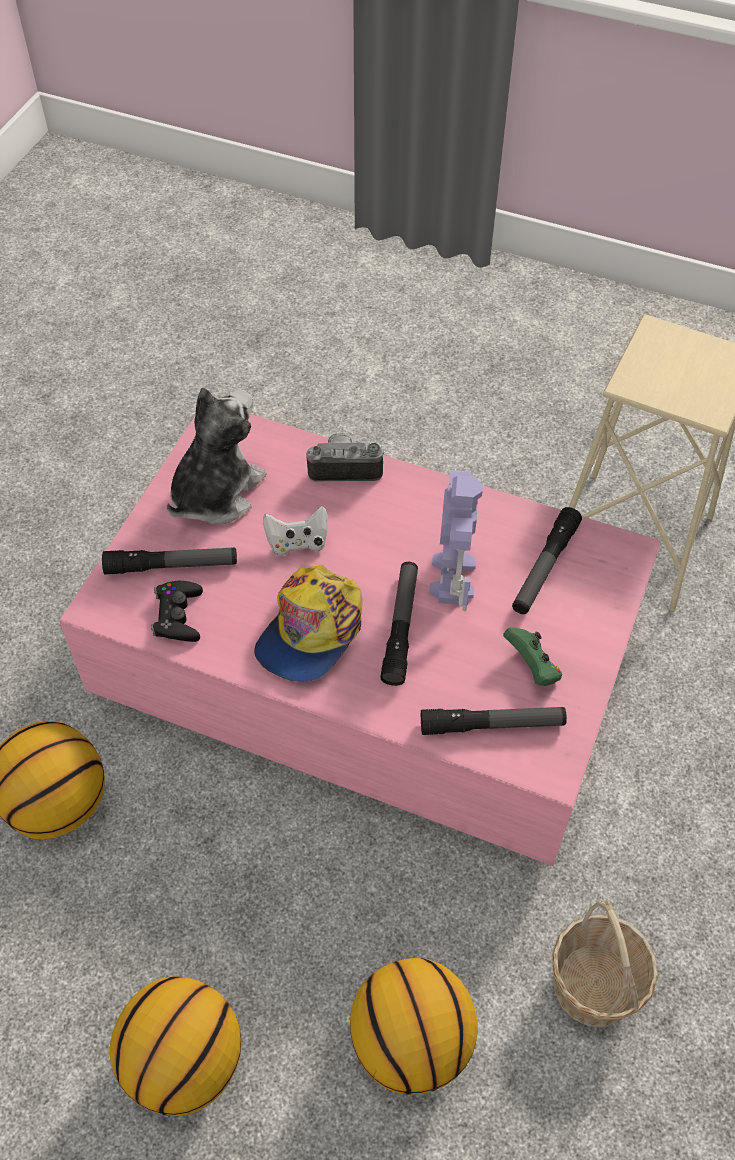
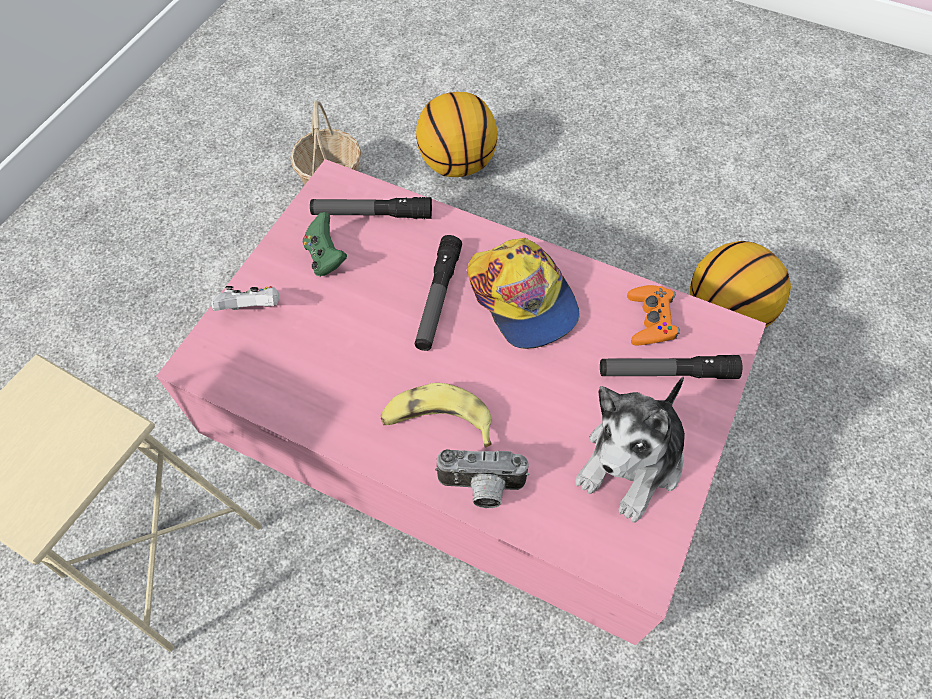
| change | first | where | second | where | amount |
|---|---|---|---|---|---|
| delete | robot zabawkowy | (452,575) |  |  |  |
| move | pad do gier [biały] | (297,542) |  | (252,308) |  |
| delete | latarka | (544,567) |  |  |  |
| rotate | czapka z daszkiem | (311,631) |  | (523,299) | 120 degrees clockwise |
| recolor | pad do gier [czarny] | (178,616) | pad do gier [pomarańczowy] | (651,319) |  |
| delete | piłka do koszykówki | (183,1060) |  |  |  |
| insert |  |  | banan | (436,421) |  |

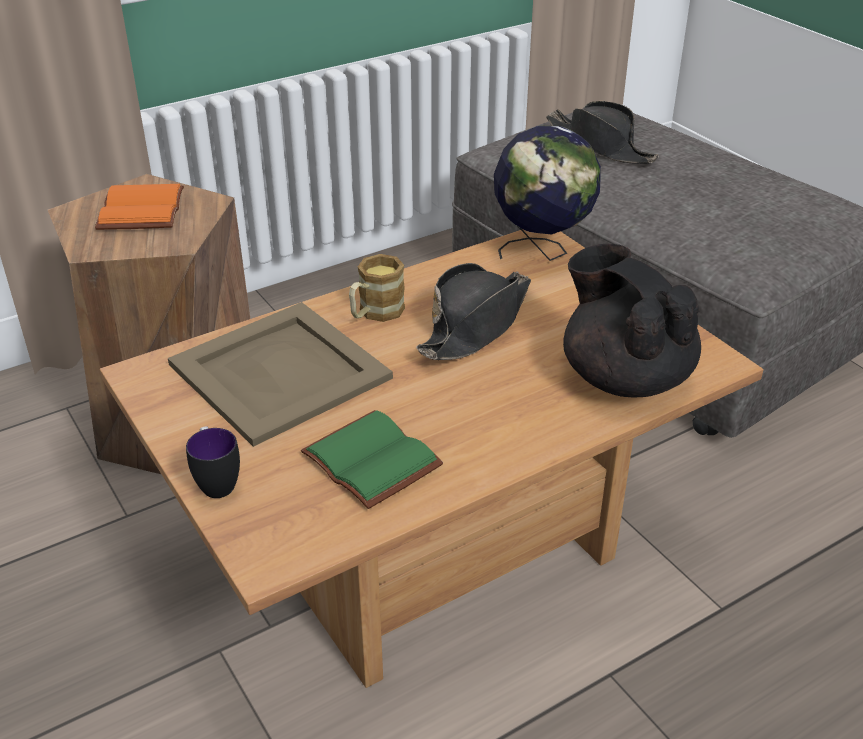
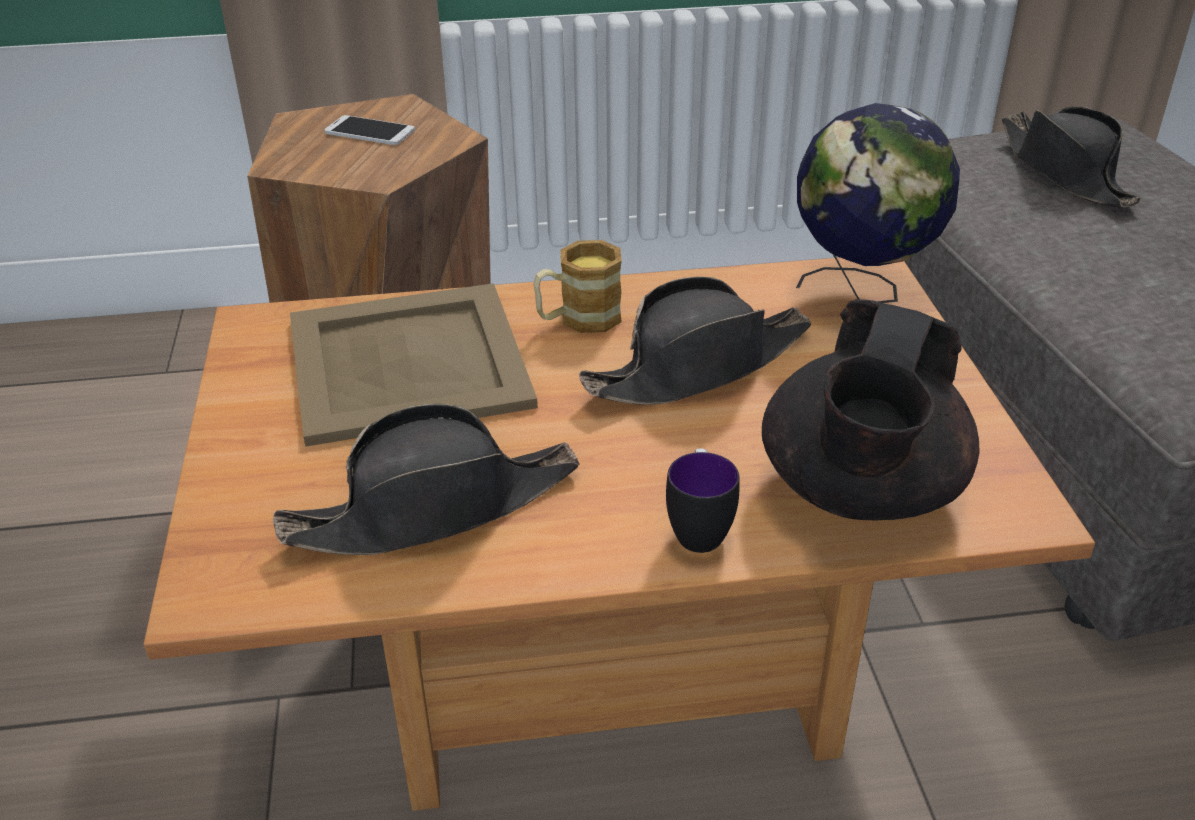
| change | first | where | second | where | amount |
|---|---|---|---|---|---|
| replace | książka [pomarańczowy] | (139,209) | telefon | (370,131) |  |
| rotate | imbryk [czarny] | (624,377) |  | (860,493) | 150 degrees counterclockwise |
| replace | książka [zielony] | (375,460) | kapelusz [czarny] | (435,508) |  |
| move | kubek | (216,481) |  | (699,528) |  |

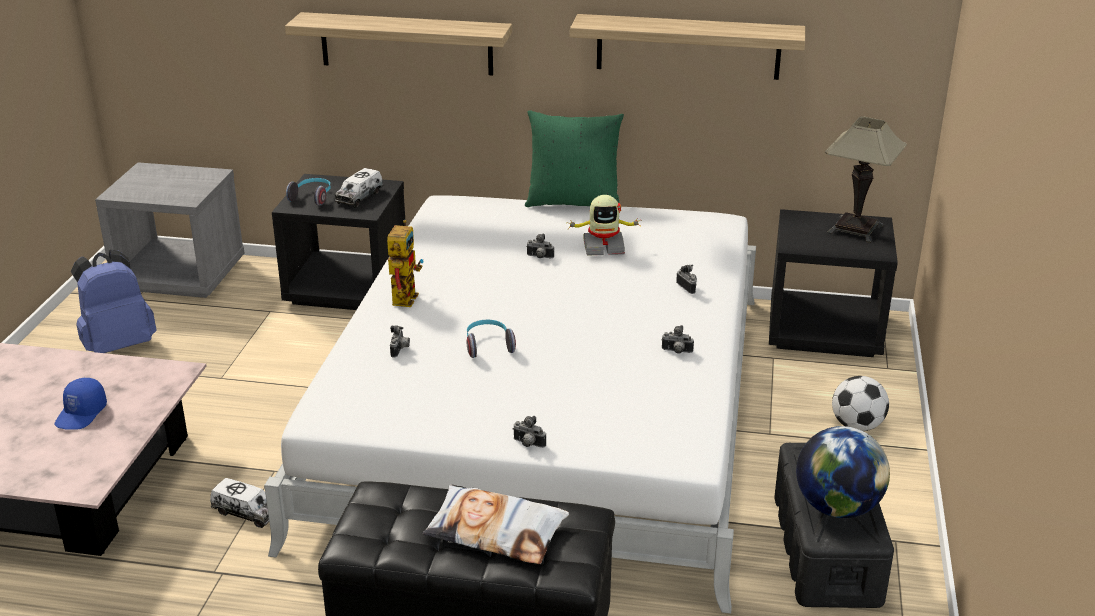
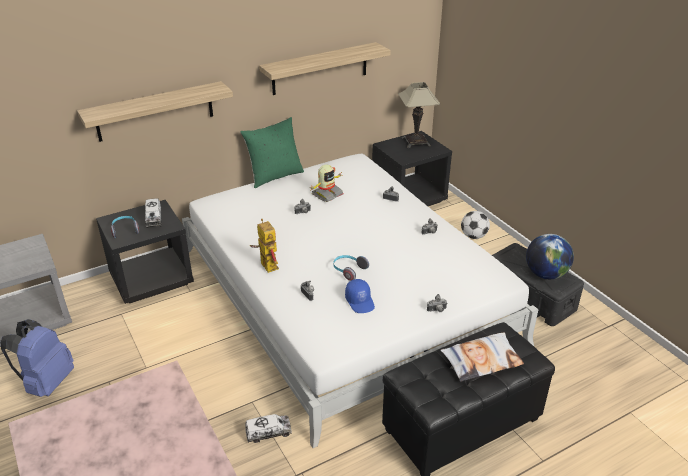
| change | first | where | second | where | amount |
|---|---|---|---|---|---|
| move | czapka z daszkiem [niebieski] | (82,414) |  | (360,301) |  |

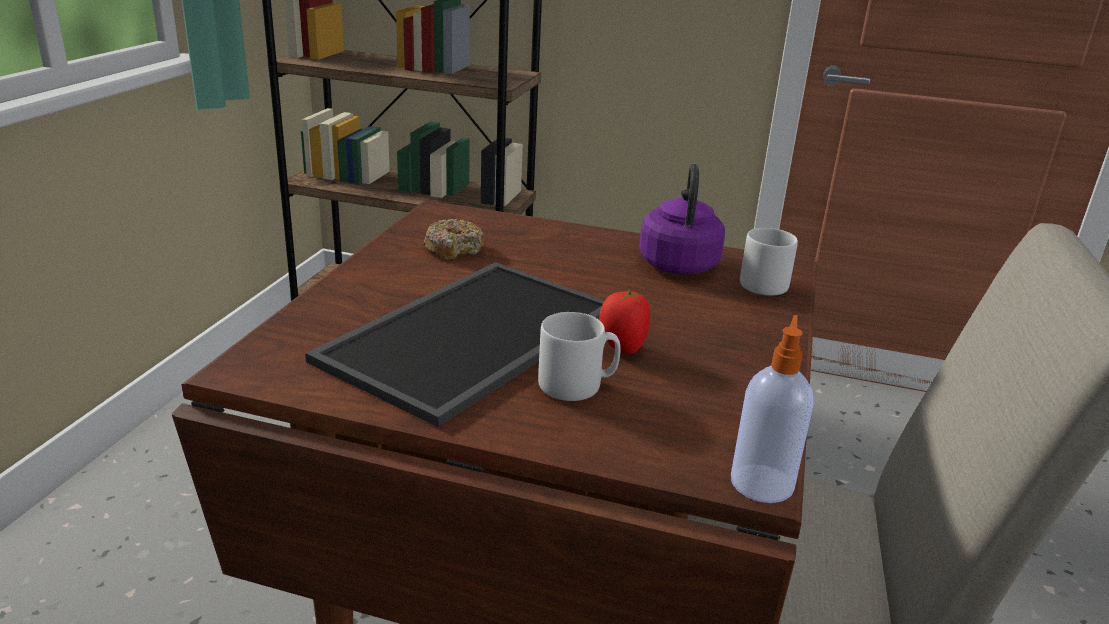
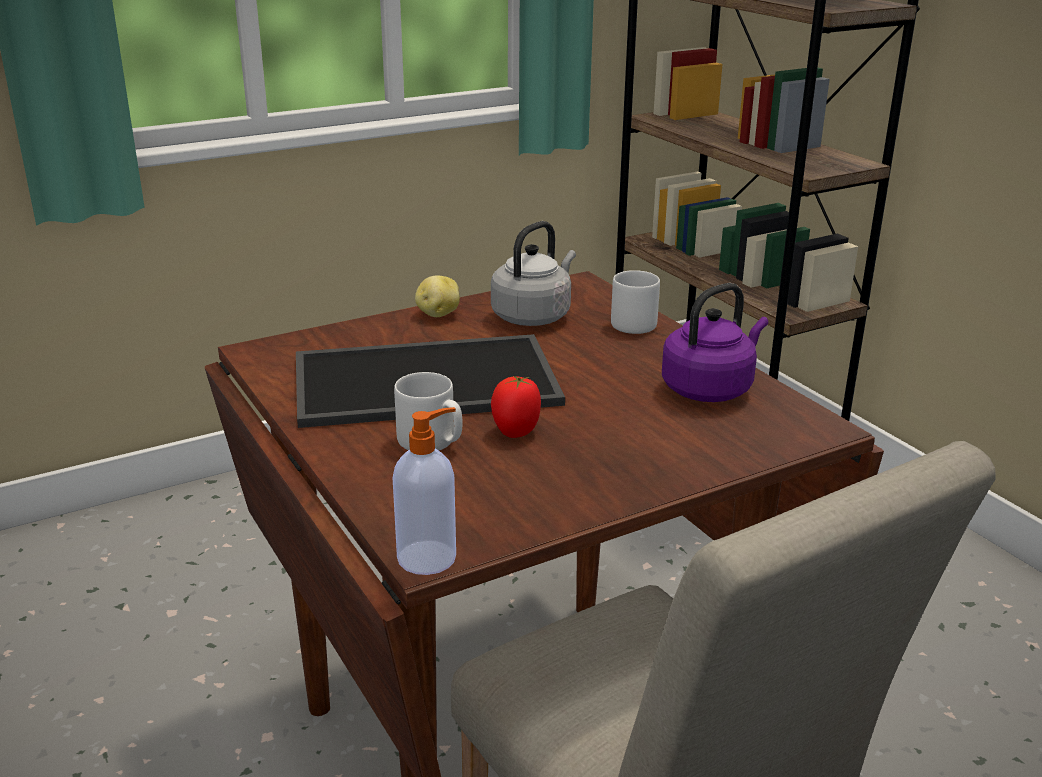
| change | first | where | second | where | amount |
|---|---|---|---|---|---|
| replace | donut | (454,248) | czajnik [szary] | (533,316) |  |
| move | kubek [szary] | (760,283) |  | (636,323) |  |
| insert |  |  | ziemniak | (437,314) |  |

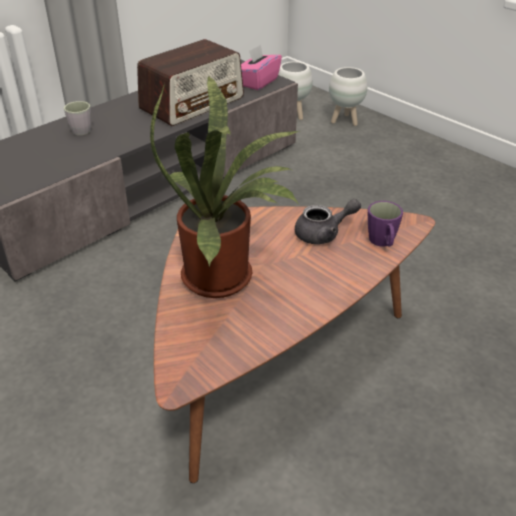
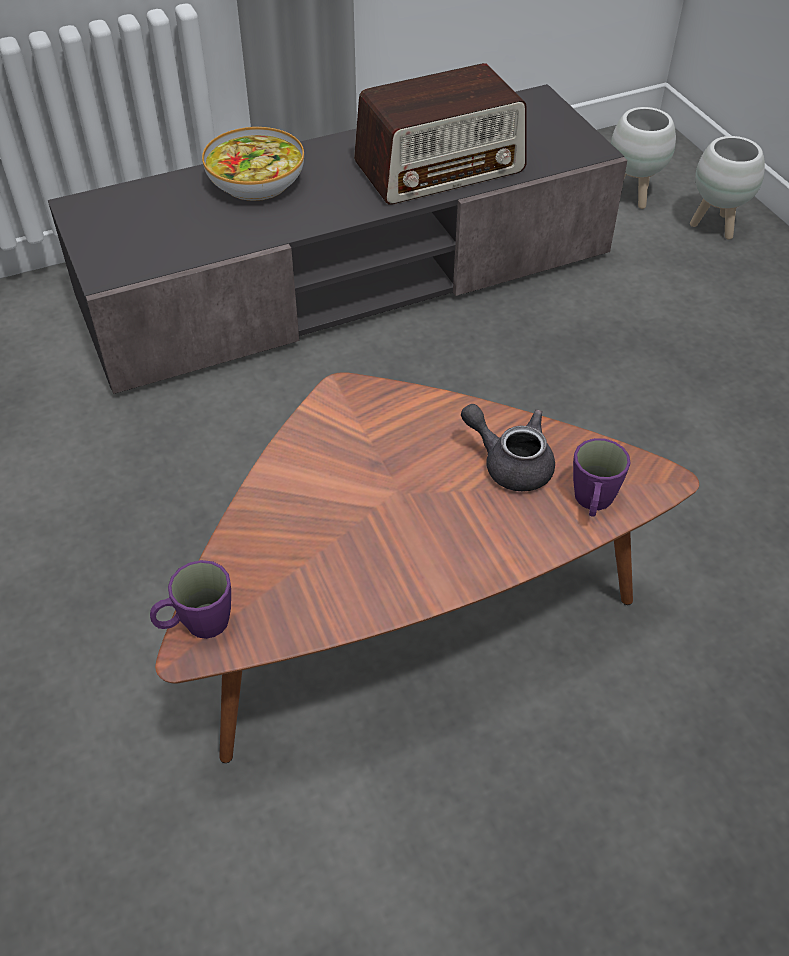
| change | first | where | second | where | amount |
|---|---|---|---|---|---|
| delete | pudełko chusteczek [różowy] | (258,82) |  |  |  |
| delete | roślina doniczkowa | (225,278) |  |  |  |
| replace | kubek [szary] | (79,129) | miska | (255,181) |  |
| rotate | imbryk [szary] | (323,234) |  | (510,463) | 150 degrees counterclockwise |
| insert |  |  | kubek [fioletowy] | (196,624) |  |

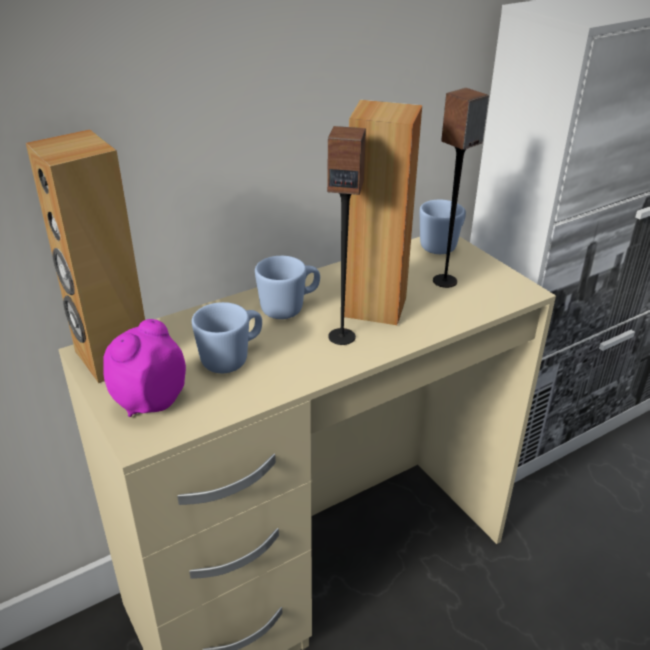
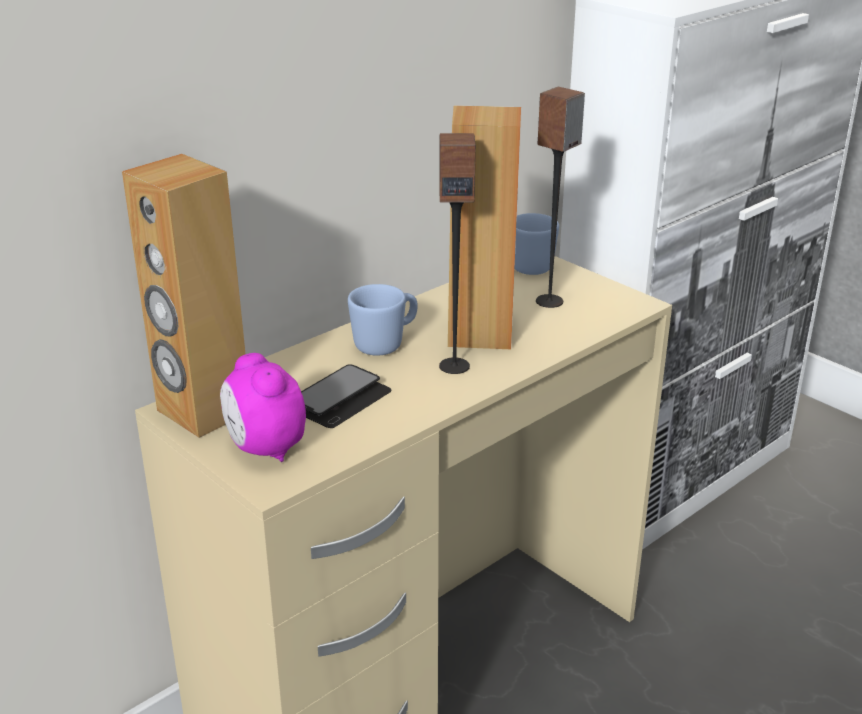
| change | first | where | second | where | amount |
|---|---|---|---|---|---|
| replace | kubek [niebieski] | (232,358) | telefon | (340,399) |  |
| rotate | budzik | (149,401) |  | (265,448) | 60 degrees counterclockwise |

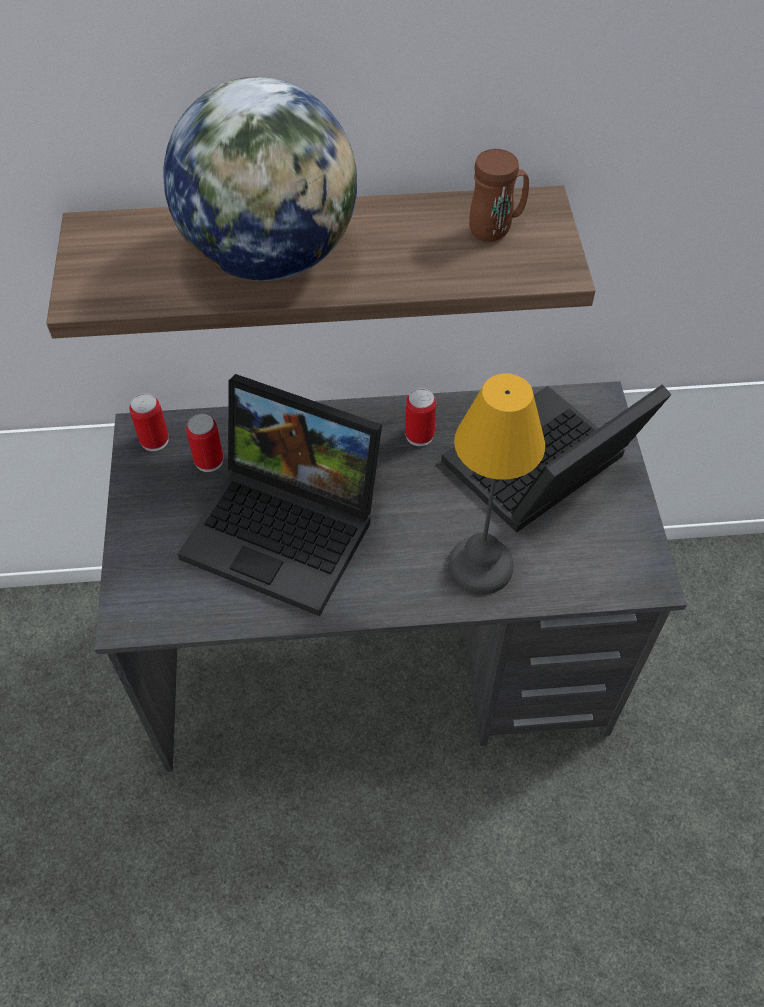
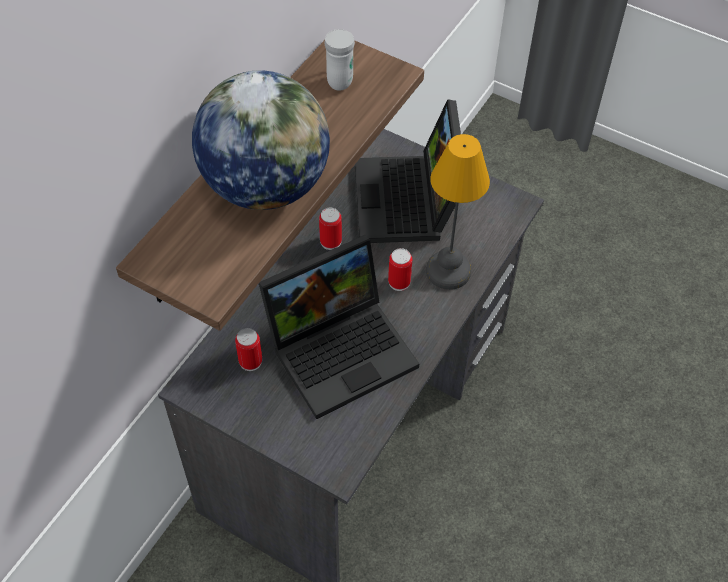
| change | first | where | second | where | amount |
|---|---|---|---|---|---|
| recolor | kubek [brązowy] | (496,229) | kubek [biały] | (341,78) |  |
| move | puszka | (154,440) |  | (399,282) |  |

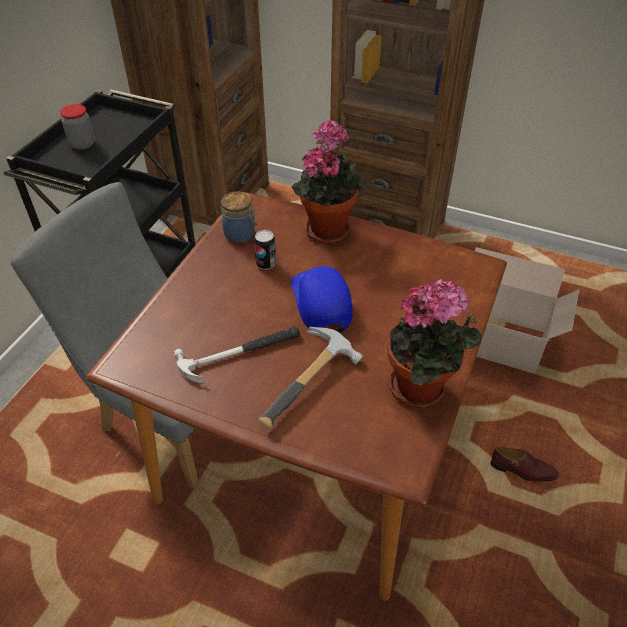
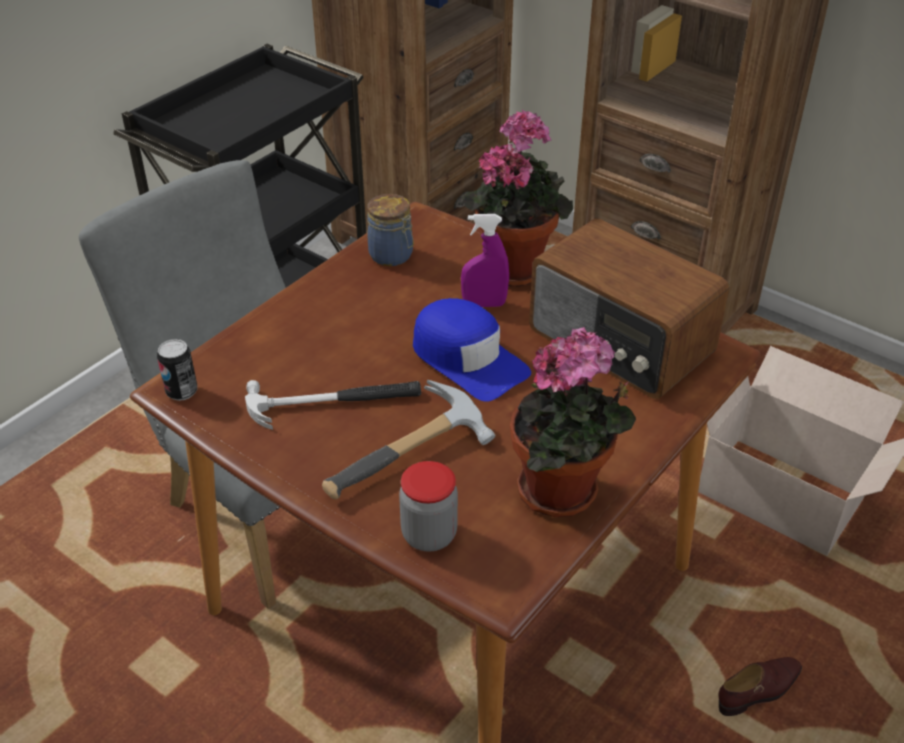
| change | first | where | second | where | amount |
|---|---|---|---|---|---|
| move | słoik | (82,144) |  | (429,535) |  |
| move | puszka | (266,264) |  | (182,391) |  |
| rotate | czapka z daszkiem [niebieski] | (321,302) |  | (468,359) | 135 degrees clockwise |
| rotate | but [brązowy] | (523,471) |  | (759,691) | 60 degrees counterclockwise |
| insert |  |  | spryskiwacz [fioletowy] | (484,304) |  |
| insert |  |  | radio | (619,343) |  |

